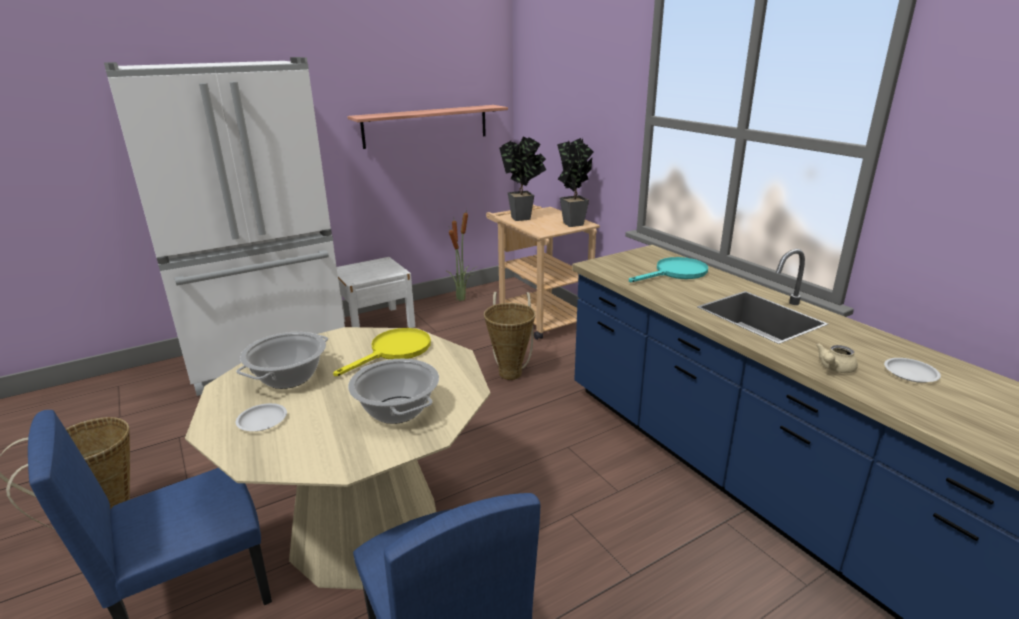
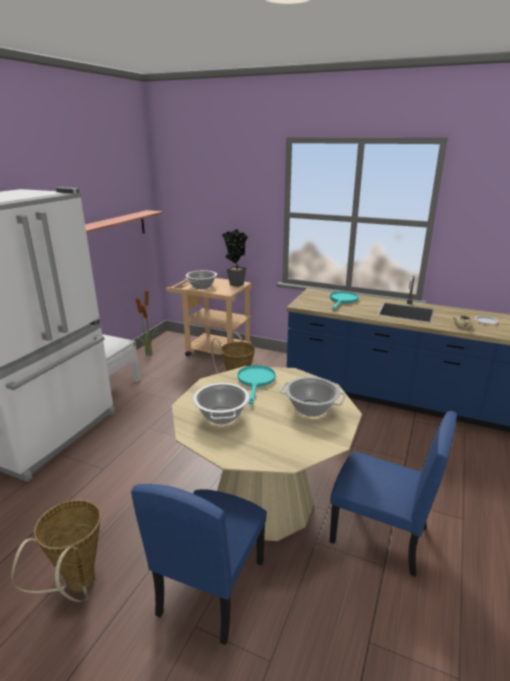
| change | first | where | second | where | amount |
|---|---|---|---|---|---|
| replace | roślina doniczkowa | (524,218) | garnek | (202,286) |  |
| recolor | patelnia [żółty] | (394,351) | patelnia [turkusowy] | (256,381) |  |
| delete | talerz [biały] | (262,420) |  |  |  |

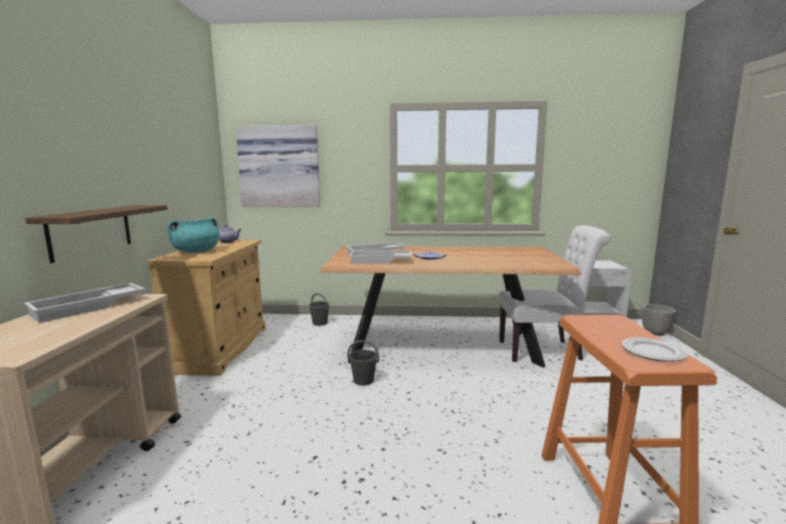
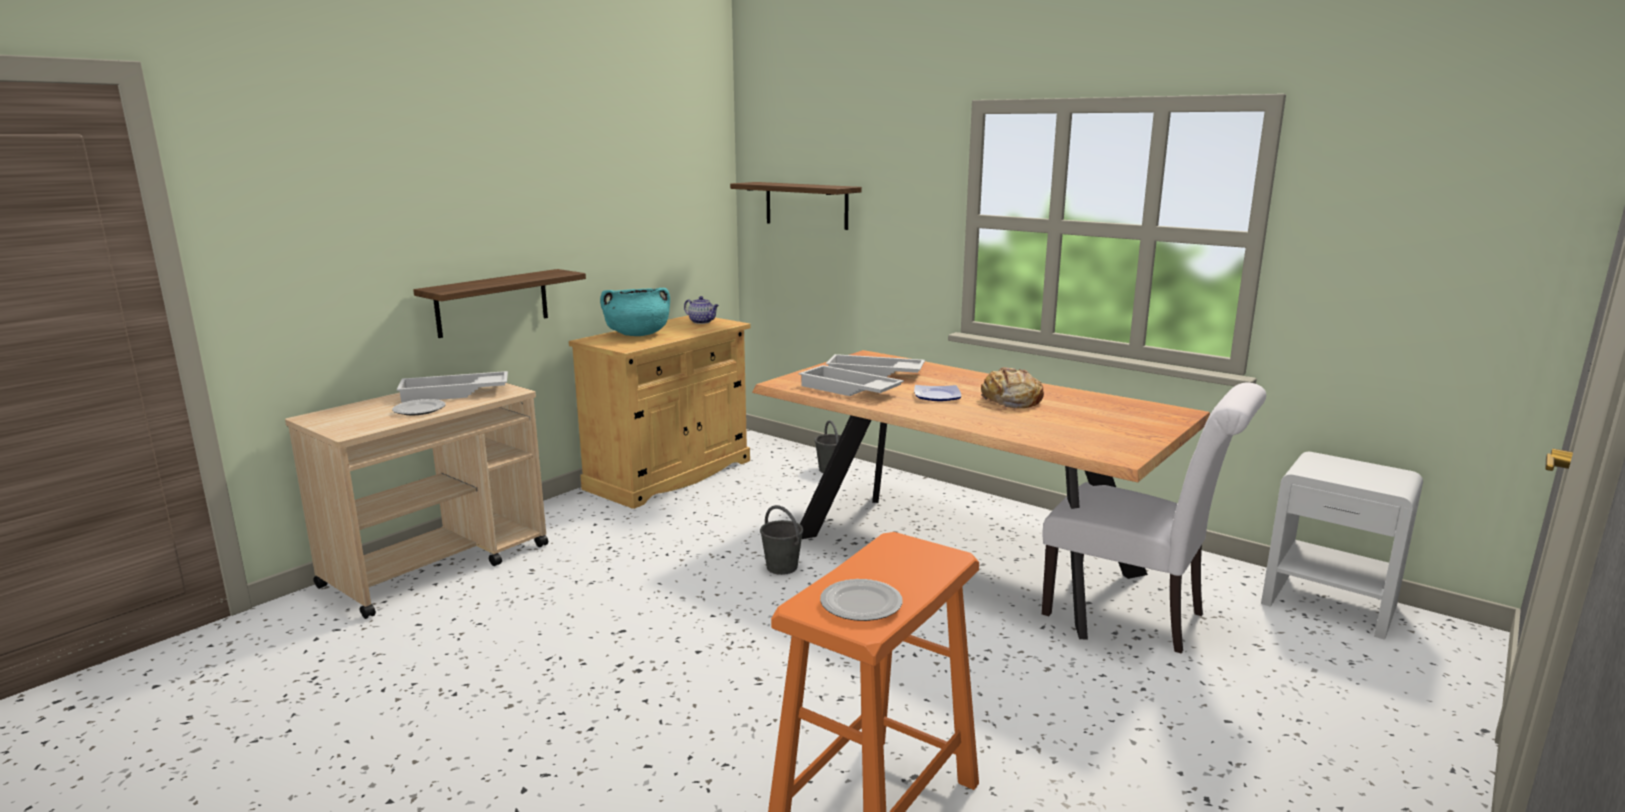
| change | first | where | second | where | amount |
|---|---|---|---|---|---|
| replace | obraz | (280,166) | półka | (806,205) |  |
| delete | donica | (655,333) |  |  |  |
| insert |  |  | chleb | (1010,400) |  |
| insert |  |  | talerz | (420,410) |  |

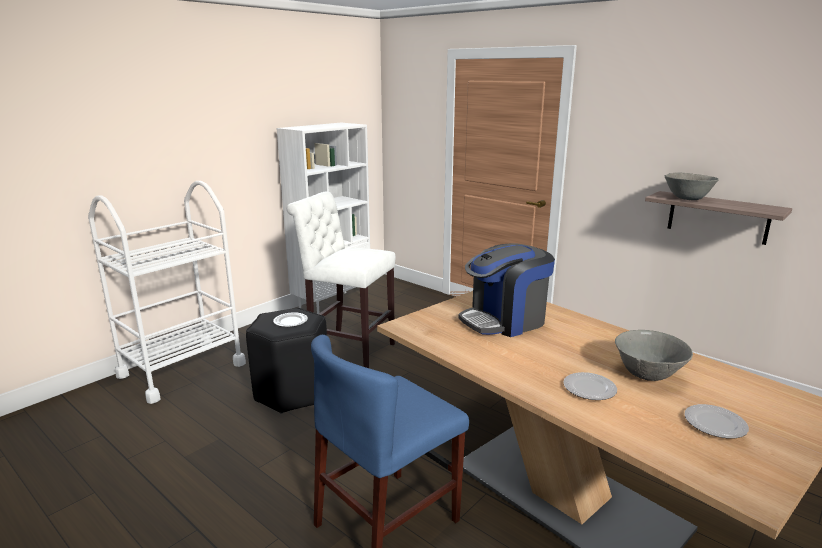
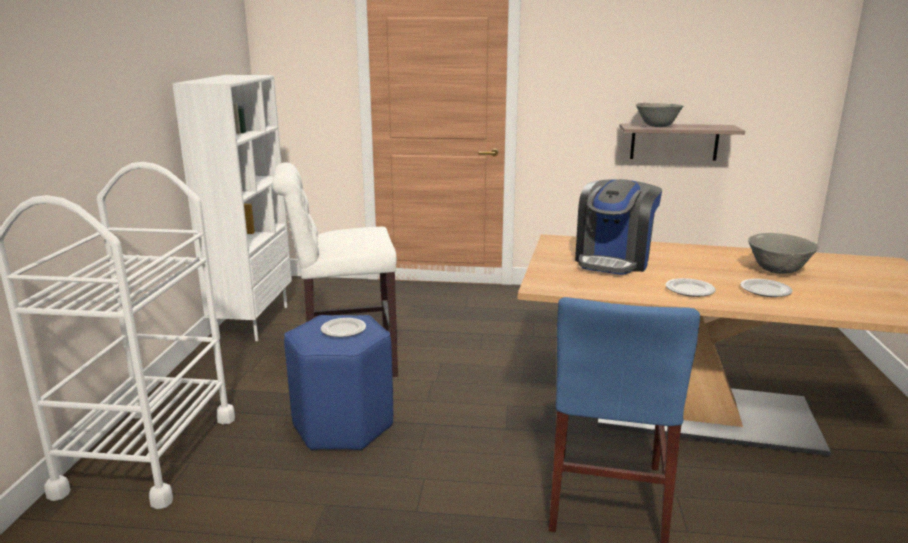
| change | first | where | second | where | amount |
|---|---|---|---|---|---|
| recolor | stołek [czarny] | (293,392) | stołek [niebieski] | (343,425) |  |
| move | talerz | (715,424) |  | (689,290) |  |

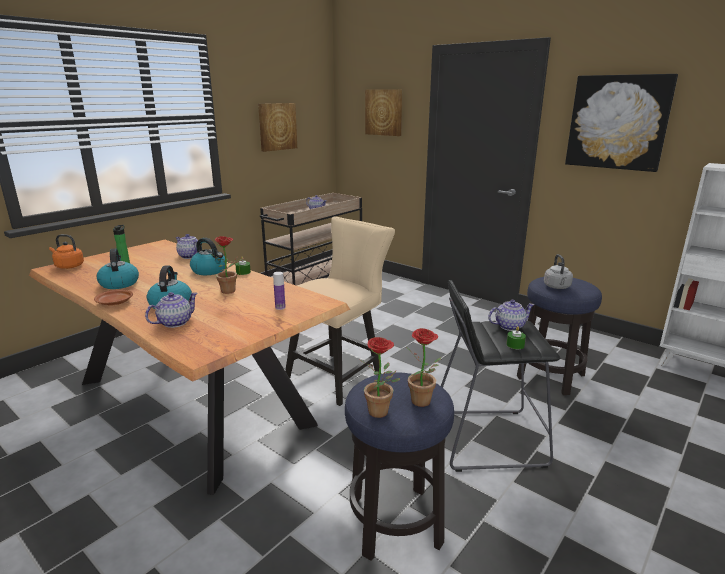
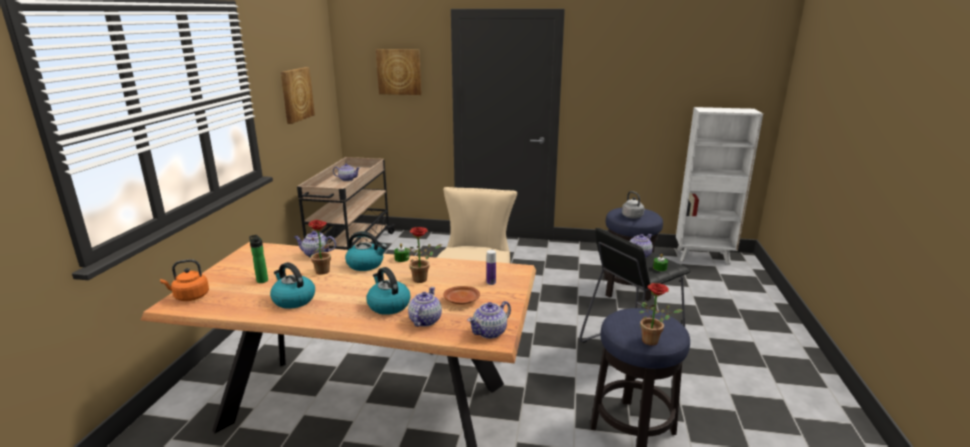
| change | first | where | second | where | amount |
|---|---|---|---|---|---|
| delete | obraz | (617,122) |  |  |  |
| move | talerz [brązowy] | (115,303) |  | (462,300) |  |
| move | roślina doniczkowa | (423,403) |  | (325,272) |  |
| insert |  |  | imbryk | (490,332) |  |

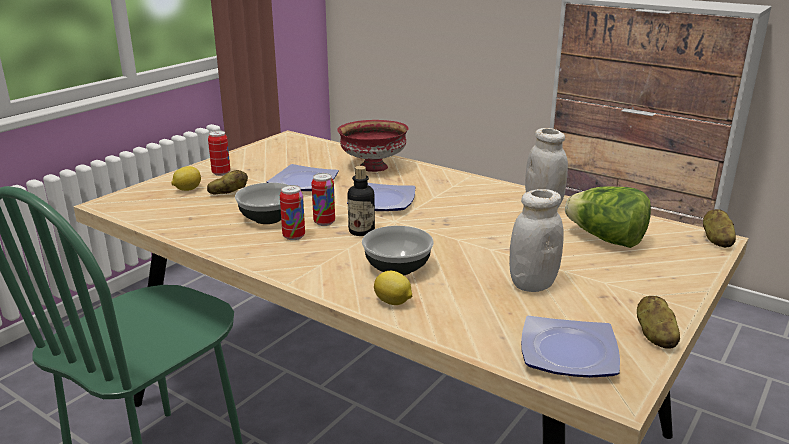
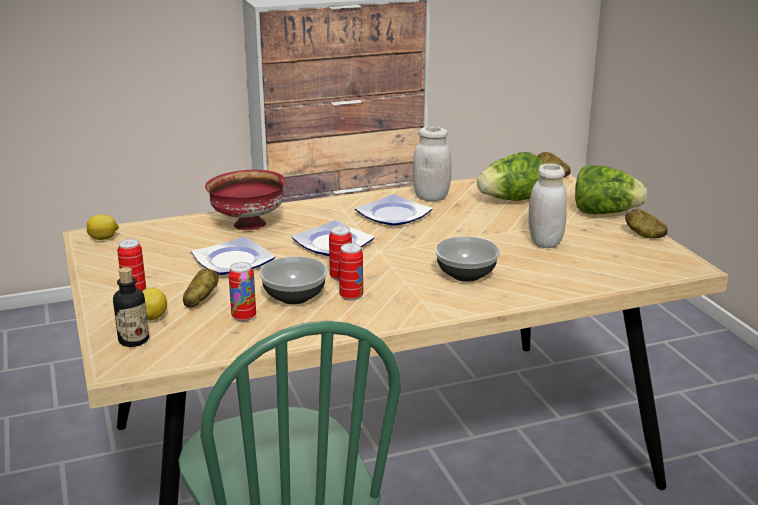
| change | first | where | second | where | amount |
|---|---|---|---|---|---|
| move | butelka | (361,231) |  | (133,340) |  |
| move | cytryna | (393,302) |  | (104,238) |  |
| move | talerz | (570,352) |  | (393,214) |  |
| insert |  |  | sałata | (605,213) |  |
| insert |  |  | puszka | (244,317) |  |

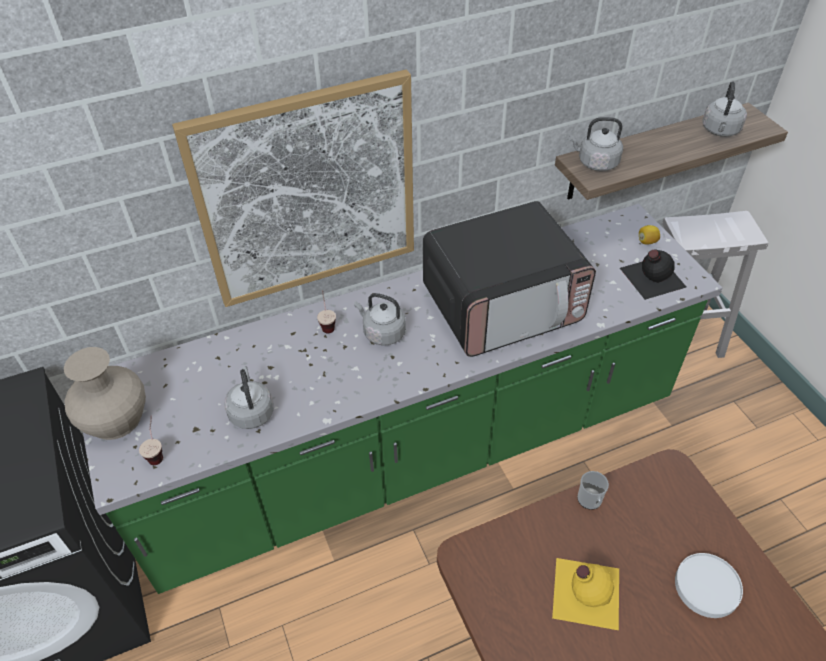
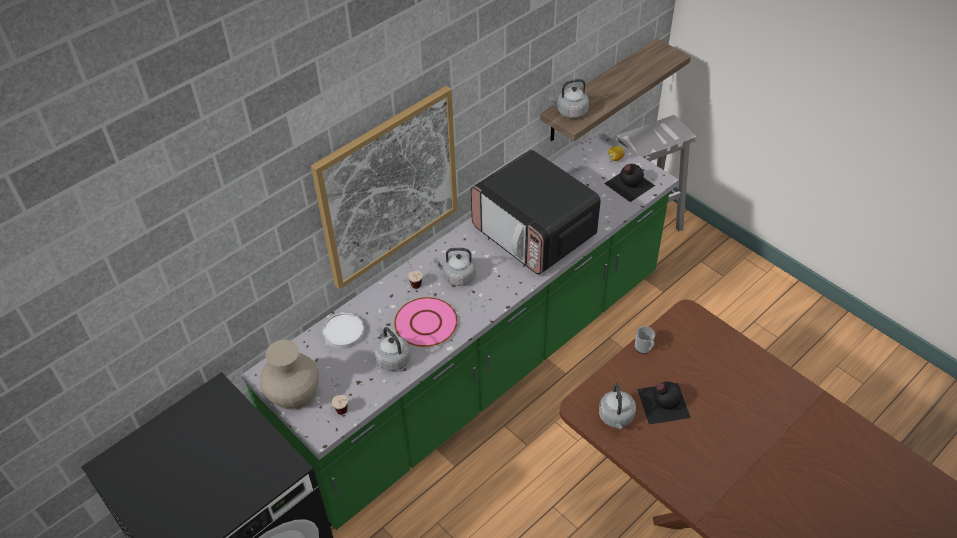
| change | first | where | second | where | amount |
|---|---|---|---|---|---|
| move | czajnik [szary] | (720,131) |  | (616,418) |  |
| rotate | mikrofalówka | (503,305) |  | (534,233) | 90 degrees clockwise |
| move | talerz [biały] | (707,586) |  | (344,332) |  |
| recolor | butelka [żółty] | (585,591) | butelka [czarny] | (662,402) |  |
| insert |  |  | talerz [różowy] | (426,323) |  |

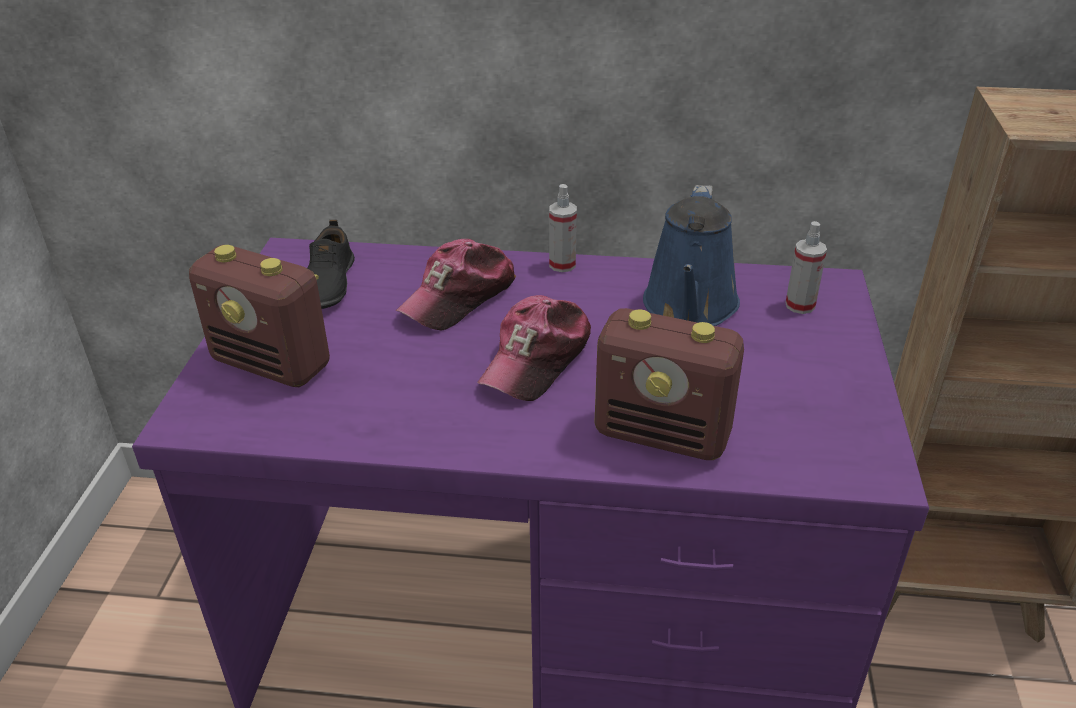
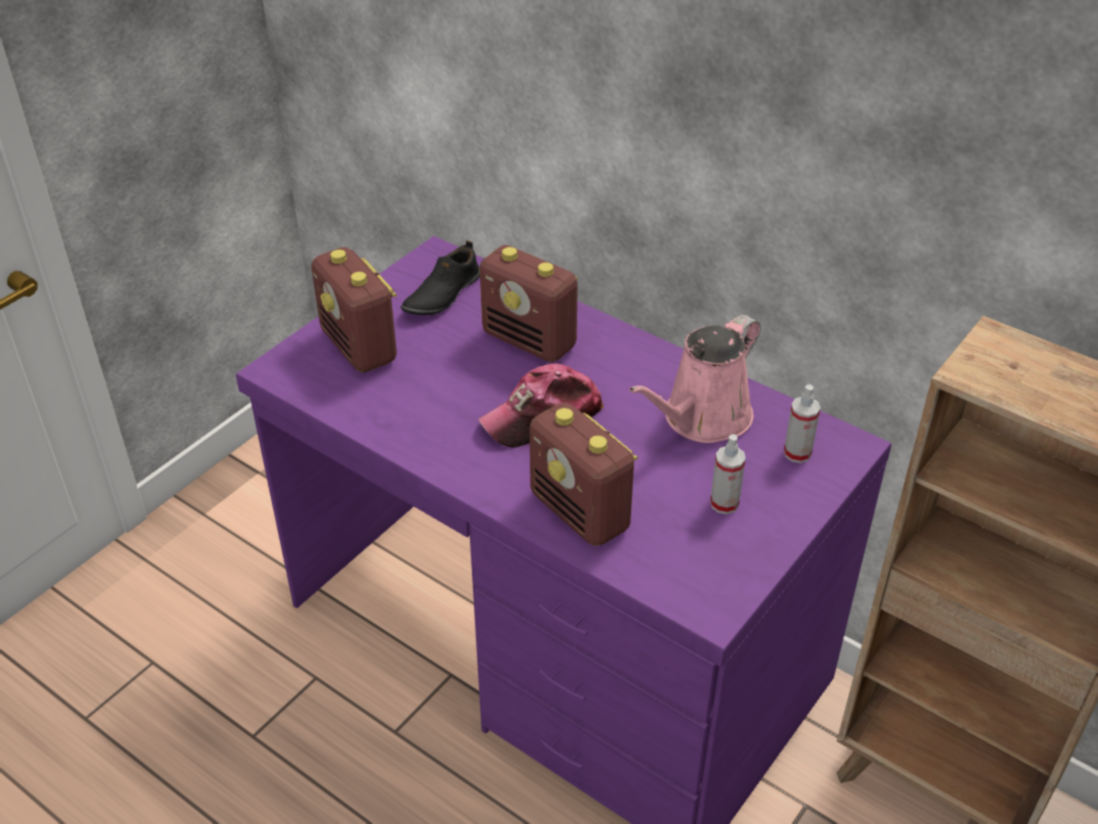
| change | first | where | second | where | amount |
|---|---|---|---|---|---|
| move | spryskiwacz | (562,265) |  | (724,503) |  |
| recolor | konewka [niebieski] | (690,307) | konewka [różowy] | (702,419) |  |
| replace | czapka z daszkiem | (459,297) | radio | (530,341) |  |

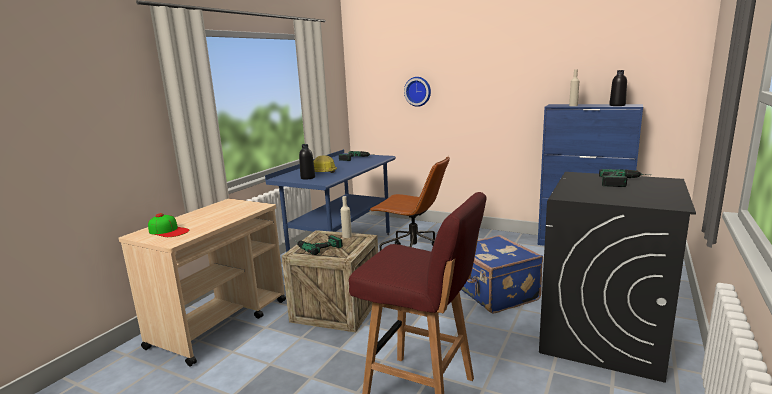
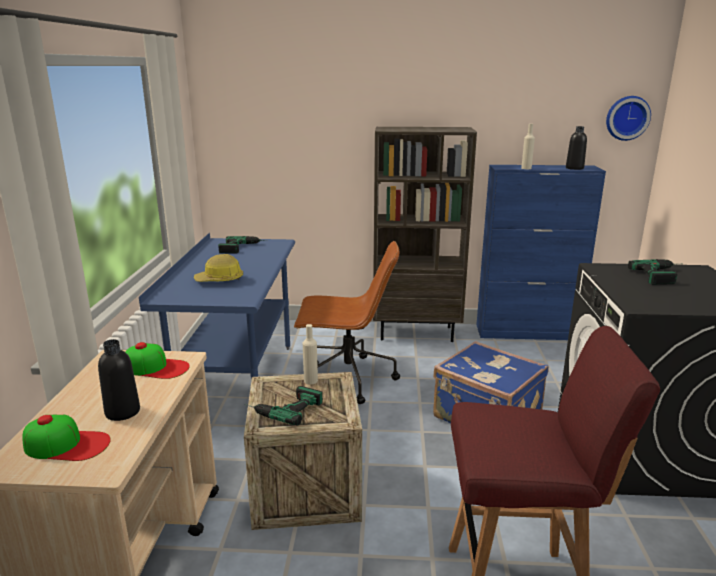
| change | first | where | second | where | amount |
|---|---|---|---|---|---|
| move | zegar ścienny | (418,91) |  | (626,118) |  |
| move | butelka [czarny] | (308,177) |  | (122,412) |  |
| insert |  |  | regał [brązowy] | (416,333) |  |
| insert |  |  | czapka z daszkiem | (156,367) |  |

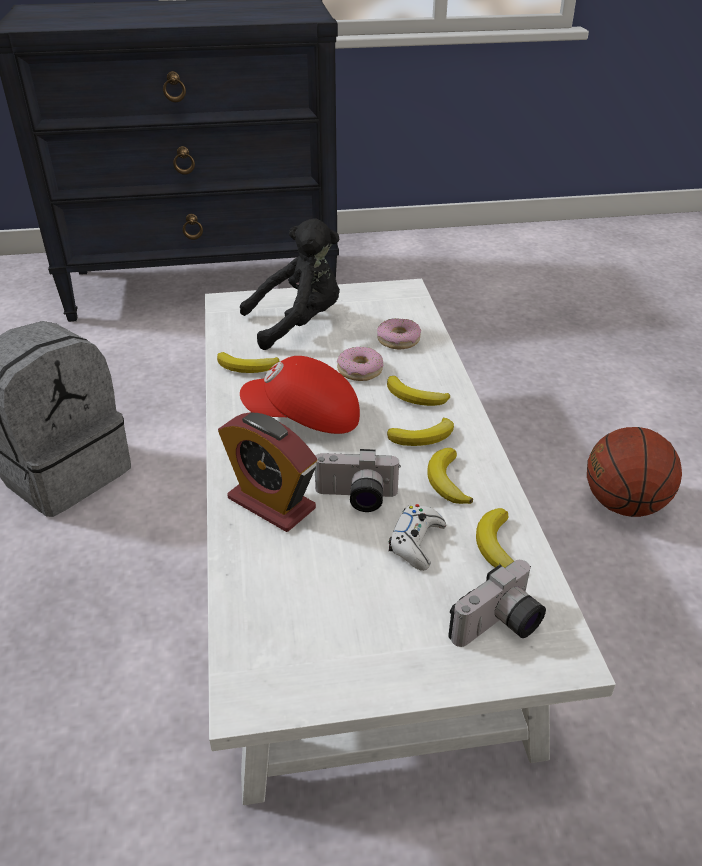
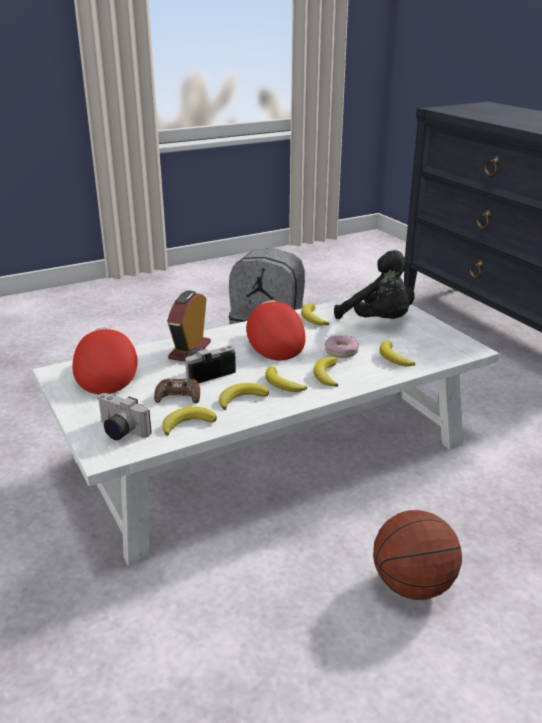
| change | first | where | second | where | amount |
|---|---|---|---|---|---|
| replace | donut | (398,340) | banan | (393,358) |  |
| rotate | aparat fotograficzny | (356,498) |  | (207,372) | 75 degrees clockwise |
| recolor | pad do gier [biały] | (416,542) | pad do gier [brązowy] | (178,397) |  |
| insert |  |  | czapka z daszkiem [czerwony] | (106,375) |  |

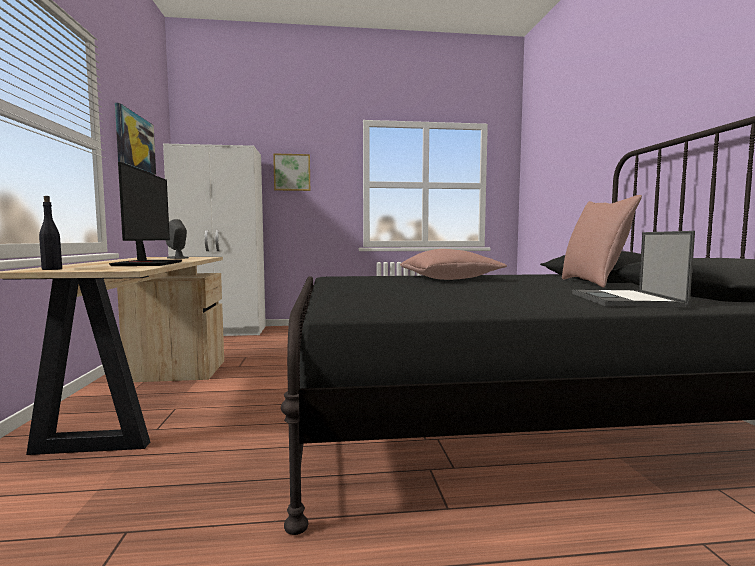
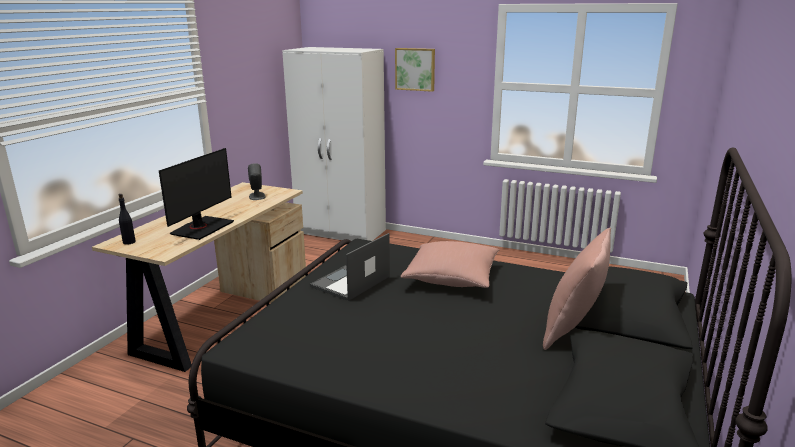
| change | first | where | second | where | amount |
|---|---|---|---|---|---|
| delete | obraz | (135,142) |  |  |  |
| move | laptop | (625,300) |  | (350,282) |  |

